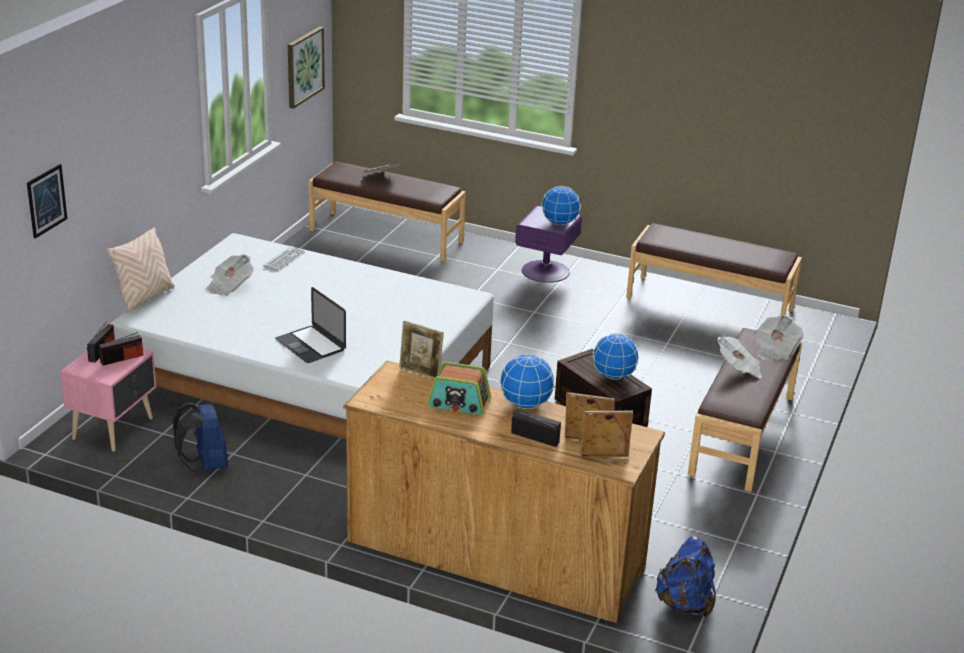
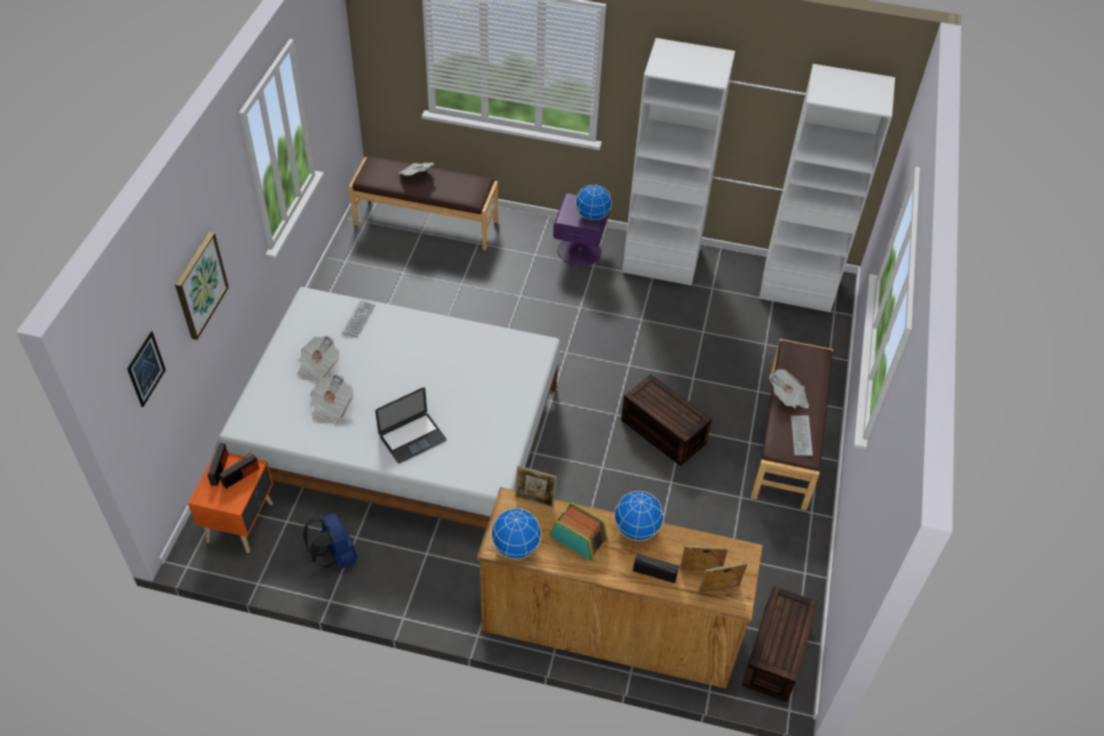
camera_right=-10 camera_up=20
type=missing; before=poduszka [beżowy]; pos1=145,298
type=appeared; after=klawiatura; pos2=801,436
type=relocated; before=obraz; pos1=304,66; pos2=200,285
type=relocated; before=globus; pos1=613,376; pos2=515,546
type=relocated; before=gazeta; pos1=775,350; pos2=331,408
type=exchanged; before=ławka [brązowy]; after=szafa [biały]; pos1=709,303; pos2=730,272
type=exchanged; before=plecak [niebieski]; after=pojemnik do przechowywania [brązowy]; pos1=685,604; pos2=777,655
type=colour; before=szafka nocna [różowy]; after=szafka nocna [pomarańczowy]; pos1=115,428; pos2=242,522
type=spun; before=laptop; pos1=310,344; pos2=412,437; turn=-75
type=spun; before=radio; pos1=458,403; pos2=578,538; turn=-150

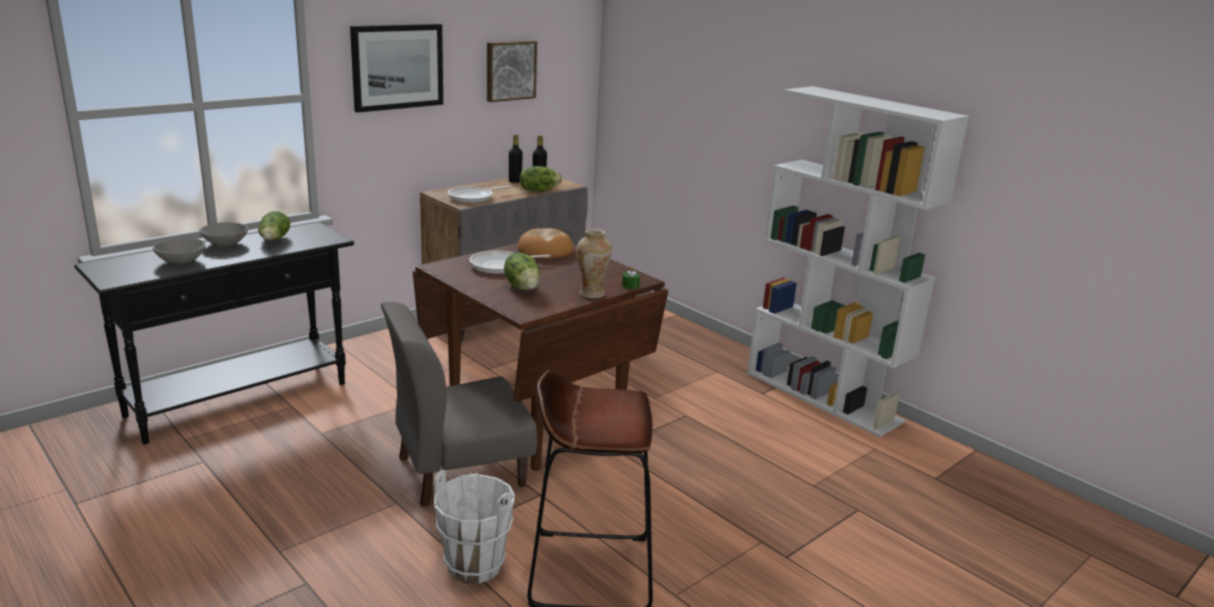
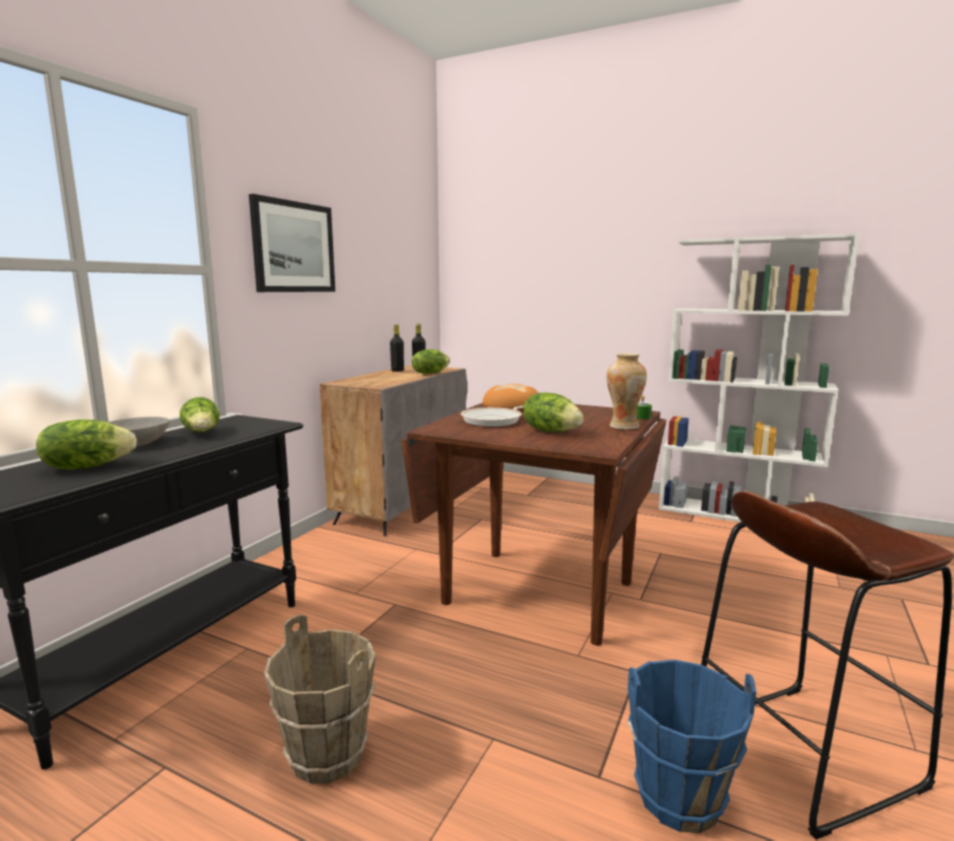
camera_right=-20 camera_up=-10
type=missing; before=krzesło [szary]; pos1=459,471
type=missing; before=patelnia; pos1=473,197
type=missing; before=obraz; pos1=510,70
type=appeared; after=wiadro [brązowy]; pos2=326,756
type=exchanged; before=miska [szary]; after=sałata; pos1=181,261; pos2=88,467
type=colour; before=wiadro [biały]; after=wiadro [niebieski]; pos1=475,565; pos2=678,797

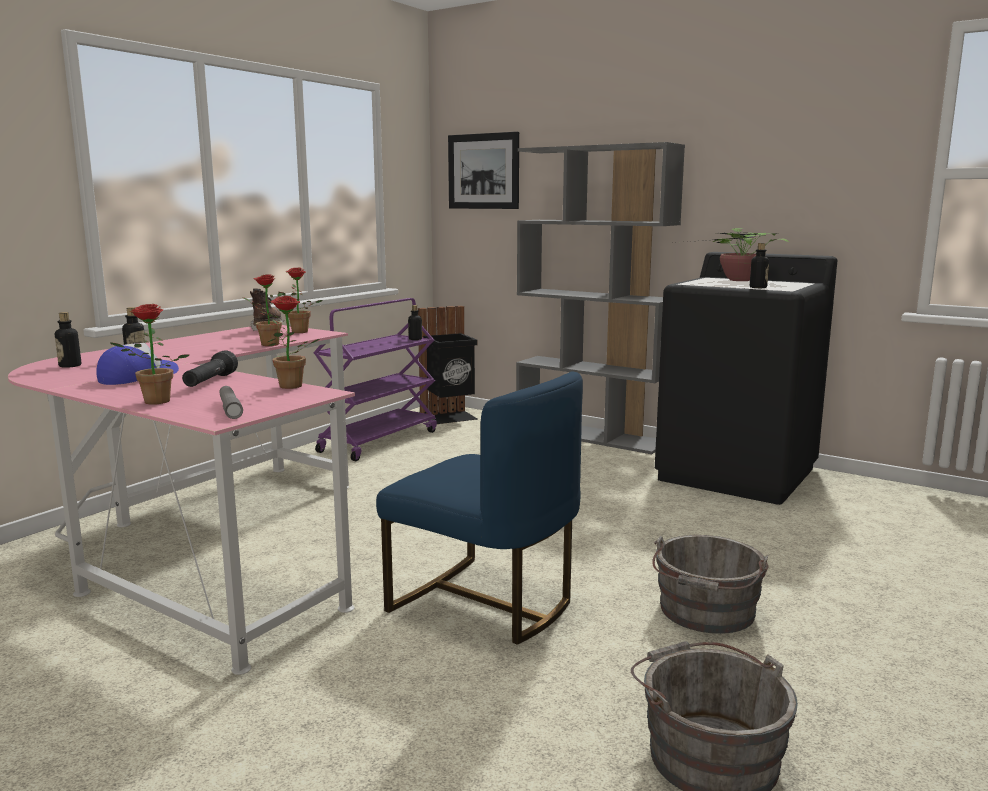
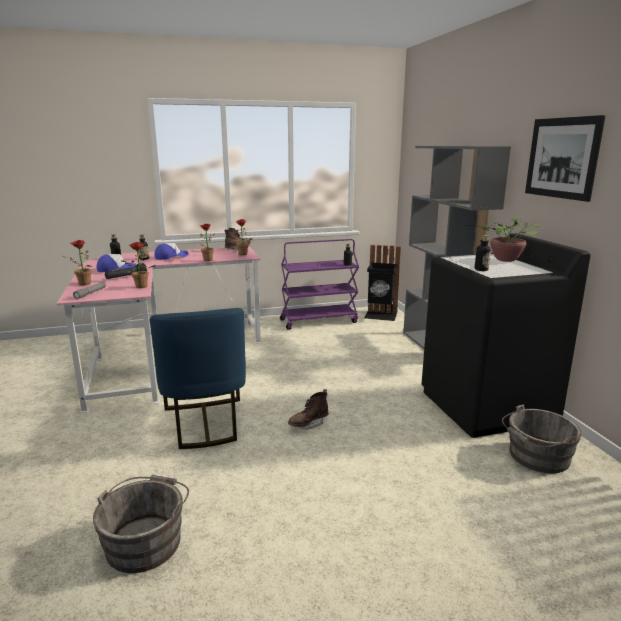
camera_right=40 camera_up=5
type=appeared; after=czapka z daszkiem; pos2=171,257
type=appeared; after=but z cholewką [brązowy]; pos2=308,424
type=relocated; before=obraz; pos1=483,171; pos2=562,158
type=relocated; before=wiadro [szary]; pos1=705,613; pos2=536,457

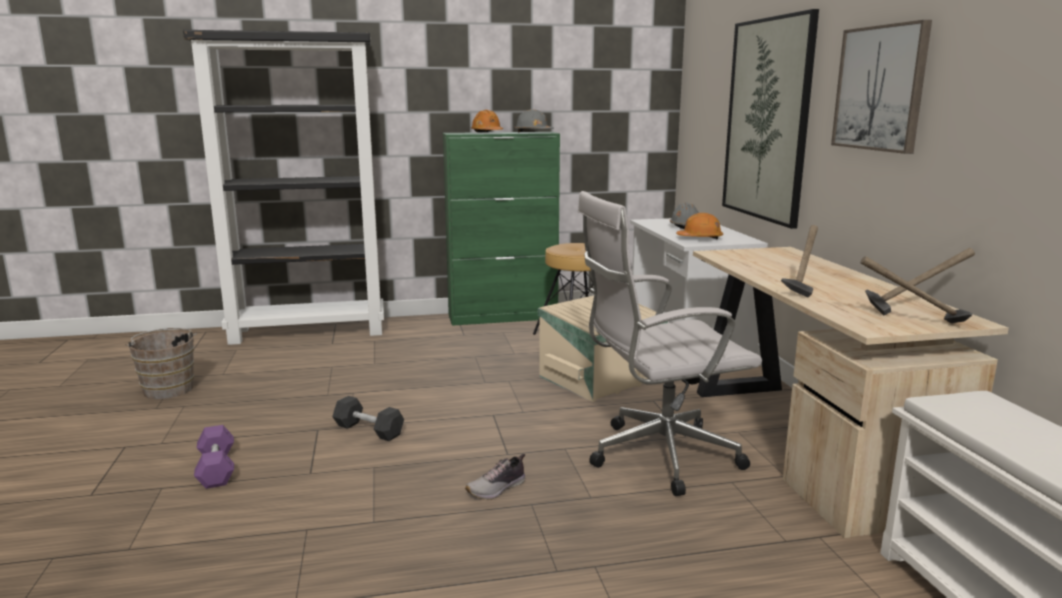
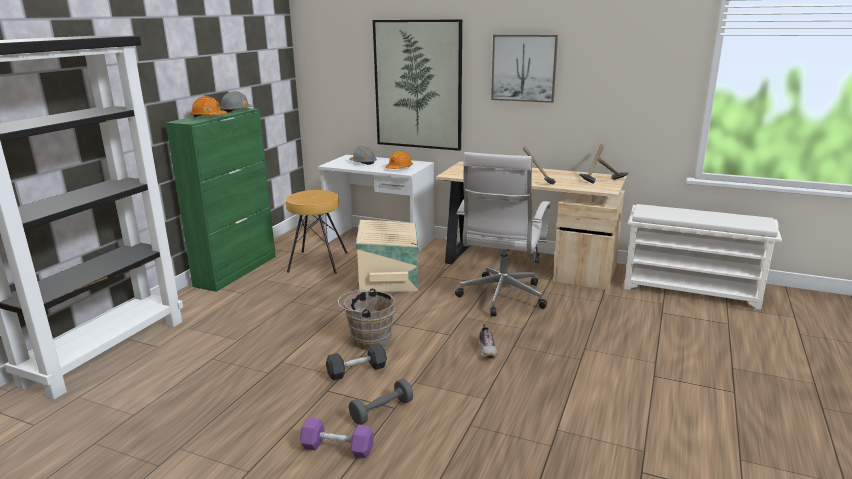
camera_right=-55 camera_up=5
type=appeared; after=hantel [szary]; pos2=382,411
type=relocated; before=wiadro [brązowy]; pos1=168,388; pos2=368,339

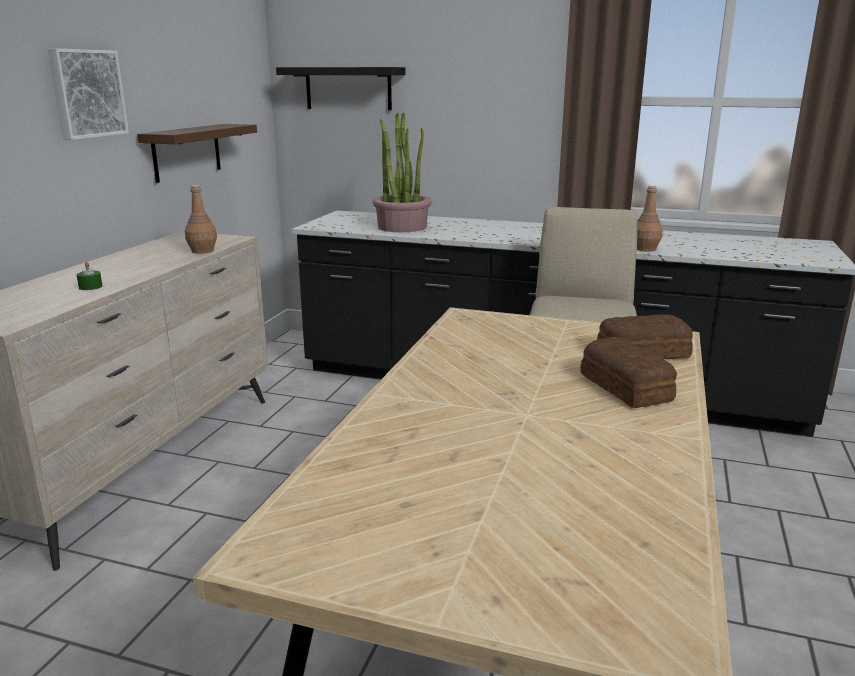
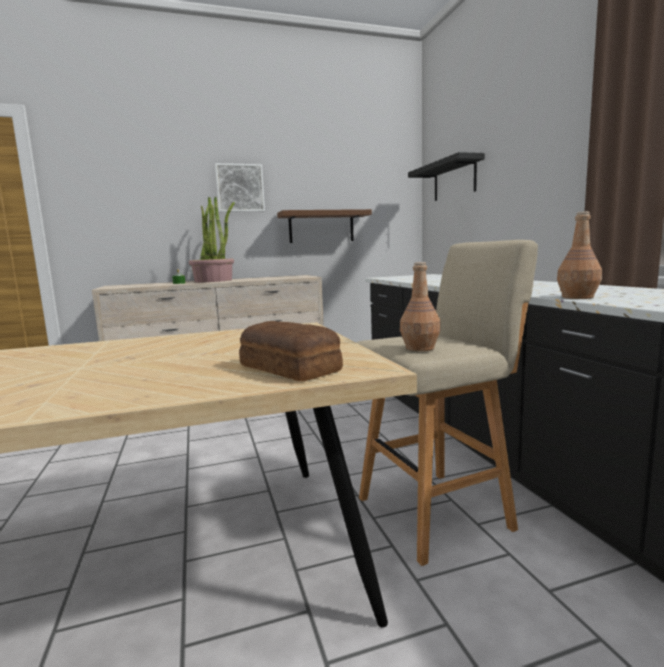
camera_right=55 camera_up=-10
type=missing; before=chleb; pos1=626,386
type=relocated; before=butelka [brązowy]; pos1=202,251; pos2=419,348
type=relocated; before=roślina doniczkowa; pos1=402,227; pos2=214,280

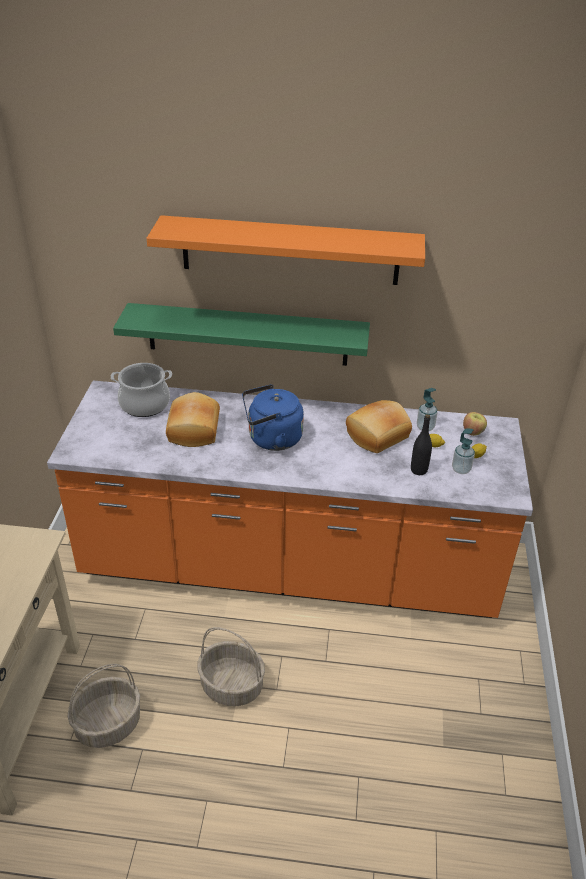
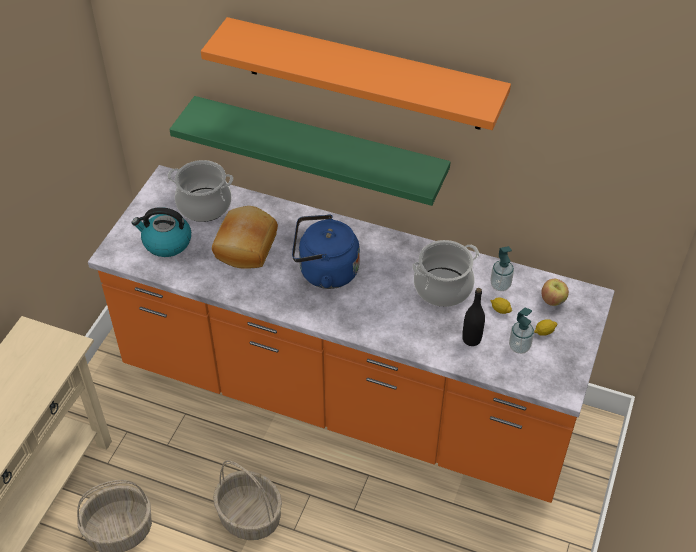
camera_right=15 camera_up=10
type=appeared; after=czajnik; pos2=166,243
type=exchanged; before=chleb; after=garnek; pos1=378,436; pos2=443,288

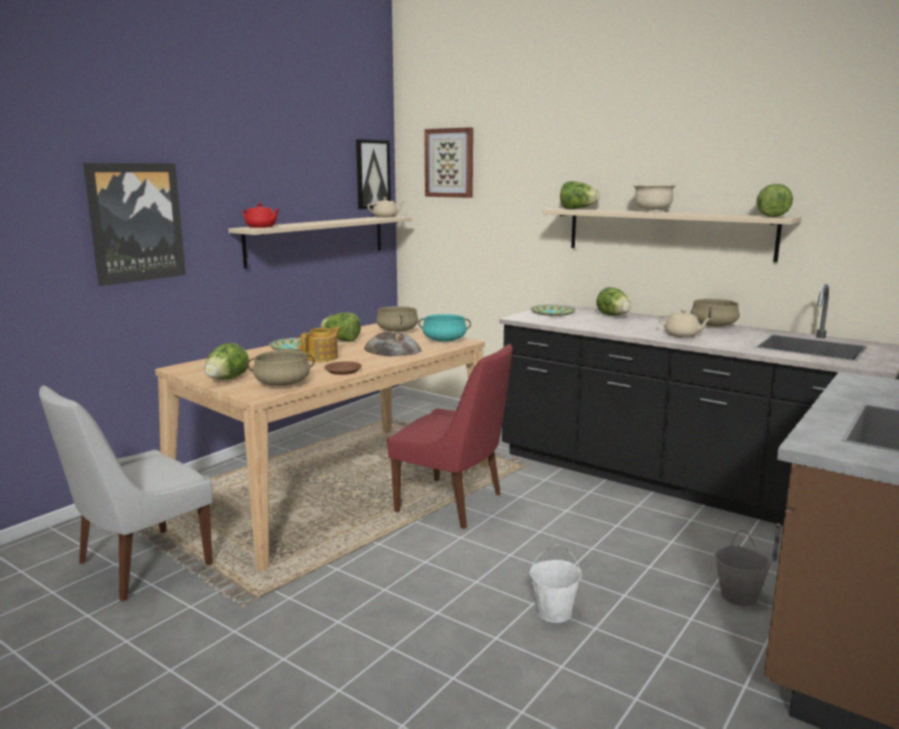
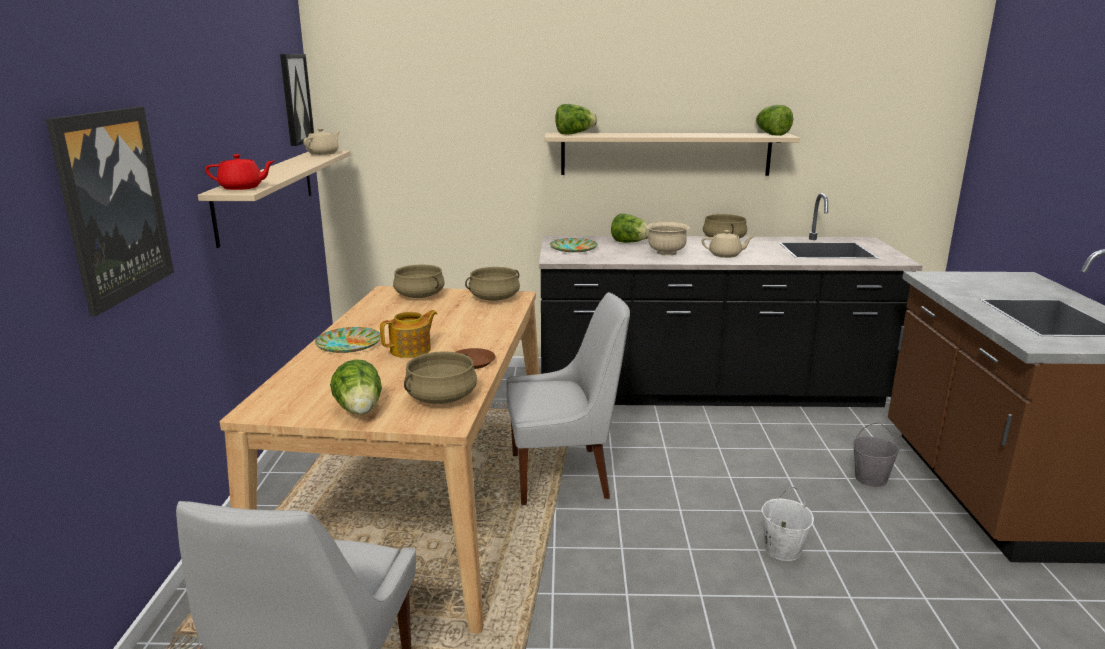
camera_right=-35 camera_up=5
type=missing; before=sałata; pos1=341,340
type=missing; before=chleb; pos1=392,349
type=missing; before=obraz; pos1=450,163
type=relocated; before=miska [beżowy]; pos1=652,212; pos2=666,253
type=colour; before=krzesło [czerwony]; after=krzesło [biały]; pos1=453,504; pos2=564,476
type=colour; before=garnek [turkusowy]; after=garnek [beżowy]; pos1=444,340; pos2=494,298
type=spun; before=imbryk; pos1=322,357; pos2=411,350; turn=45

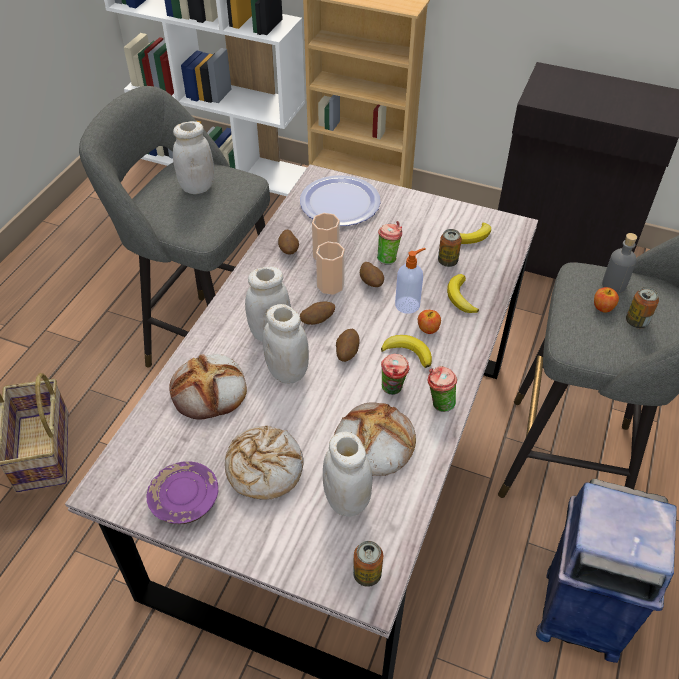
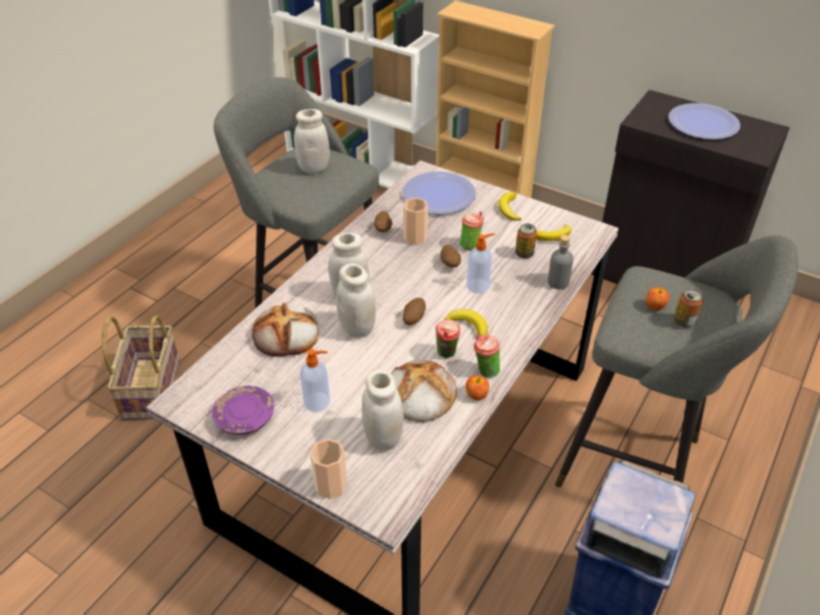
camera_right=10 camera_up=-5
type=missing; before=ziemniak; pos1=317,320
type=missing; before=puszka; pos1=367,574
type=appeared; after=talerz; pos2=703,123
type=relocated; before=filiżanka; pos1=330,285; pos2=331,485
type=relocated; before=jabłko; pos1=428,329; pos2=476,395
type=relocated; before=banan; pos1=460,297; pos2=509,209
type=relocated; before=butelka [szary]; pos1=613,285; pos2=558,282
type=exchanged; before=chleb; after=dozownik mydła; pos1=264,468; pos2=318,402

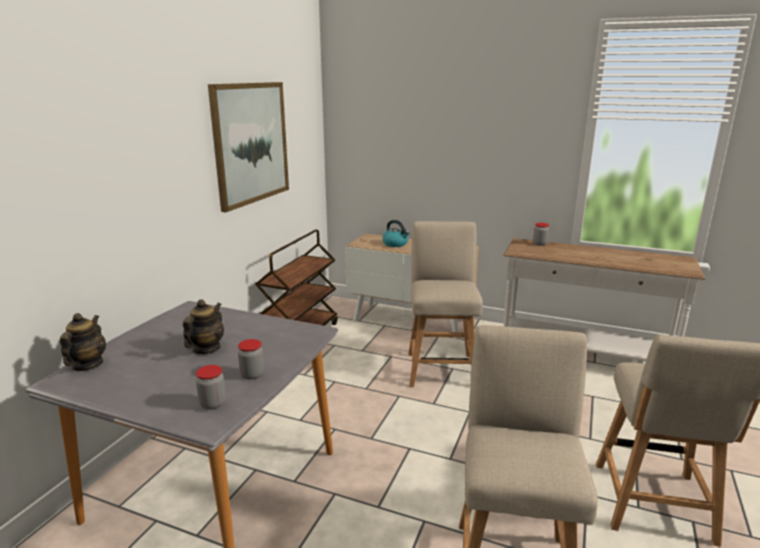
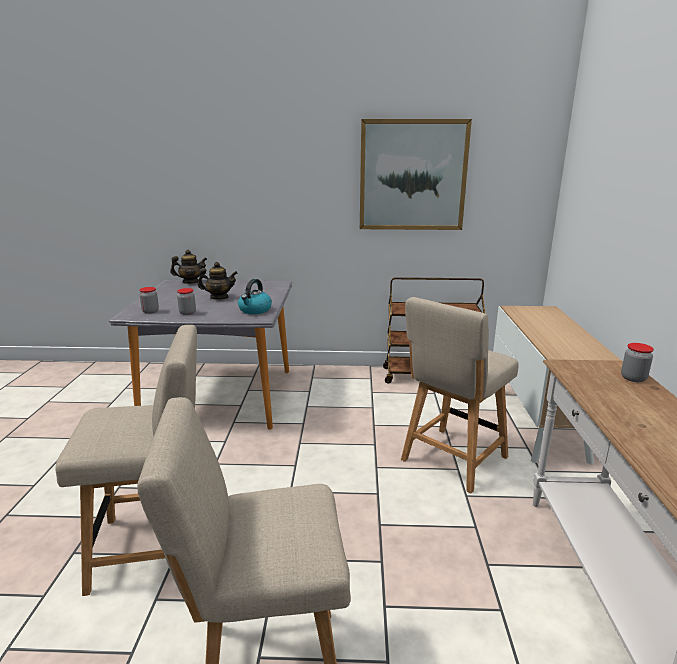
camera_right=70 camera_up=0
type=relocated; before=czajnik; pos1=395,244; pos2=255,310
type=spun; before=krzesło [beżowy]; pos1=441,367; pos2=451,461; turn=150

